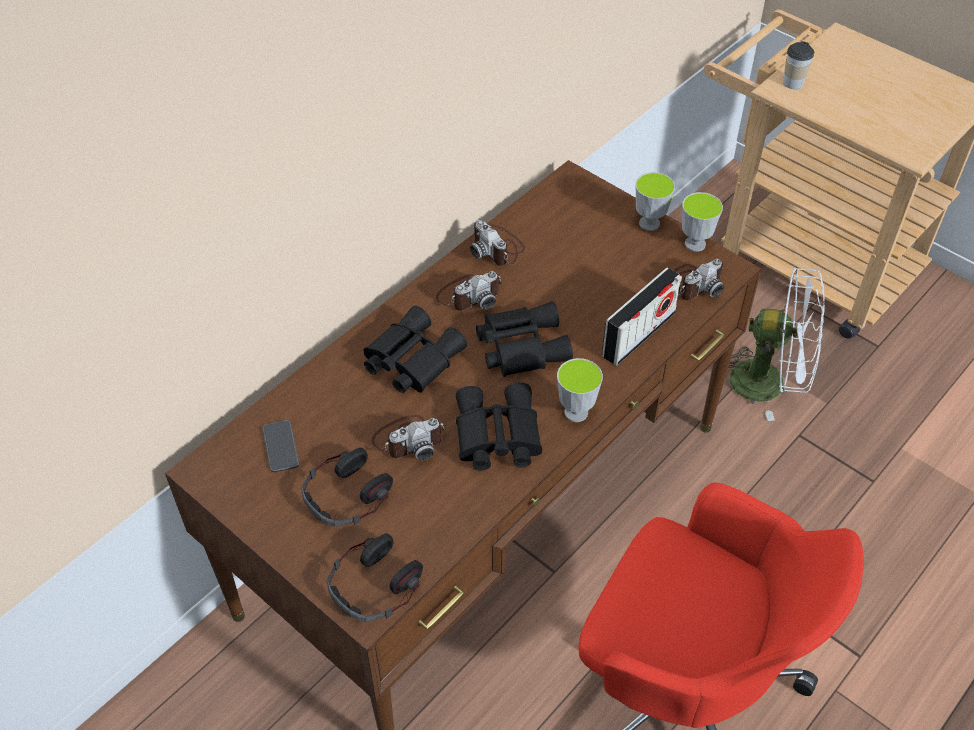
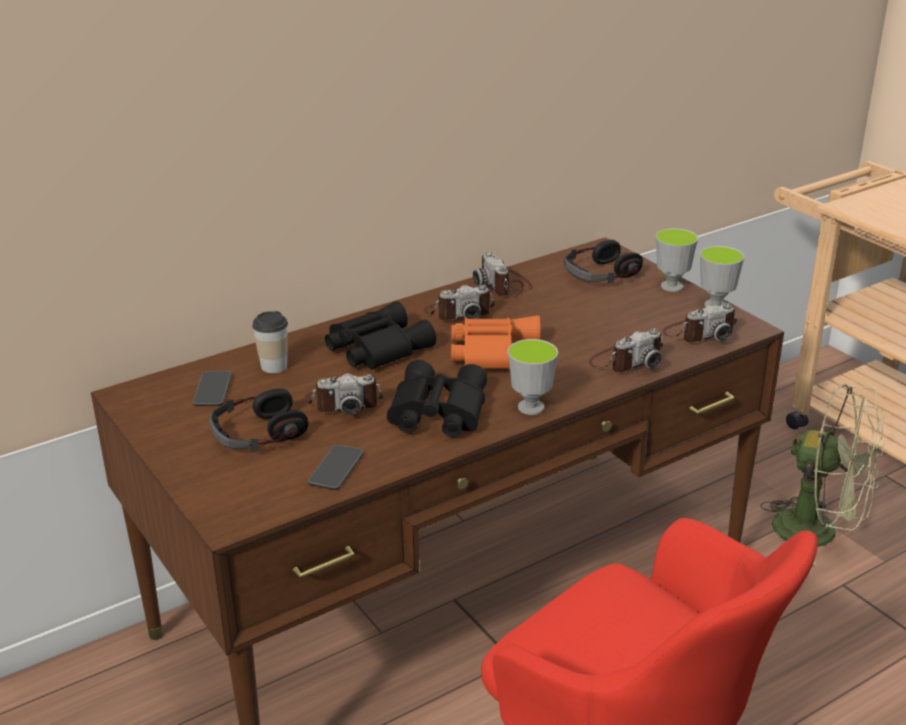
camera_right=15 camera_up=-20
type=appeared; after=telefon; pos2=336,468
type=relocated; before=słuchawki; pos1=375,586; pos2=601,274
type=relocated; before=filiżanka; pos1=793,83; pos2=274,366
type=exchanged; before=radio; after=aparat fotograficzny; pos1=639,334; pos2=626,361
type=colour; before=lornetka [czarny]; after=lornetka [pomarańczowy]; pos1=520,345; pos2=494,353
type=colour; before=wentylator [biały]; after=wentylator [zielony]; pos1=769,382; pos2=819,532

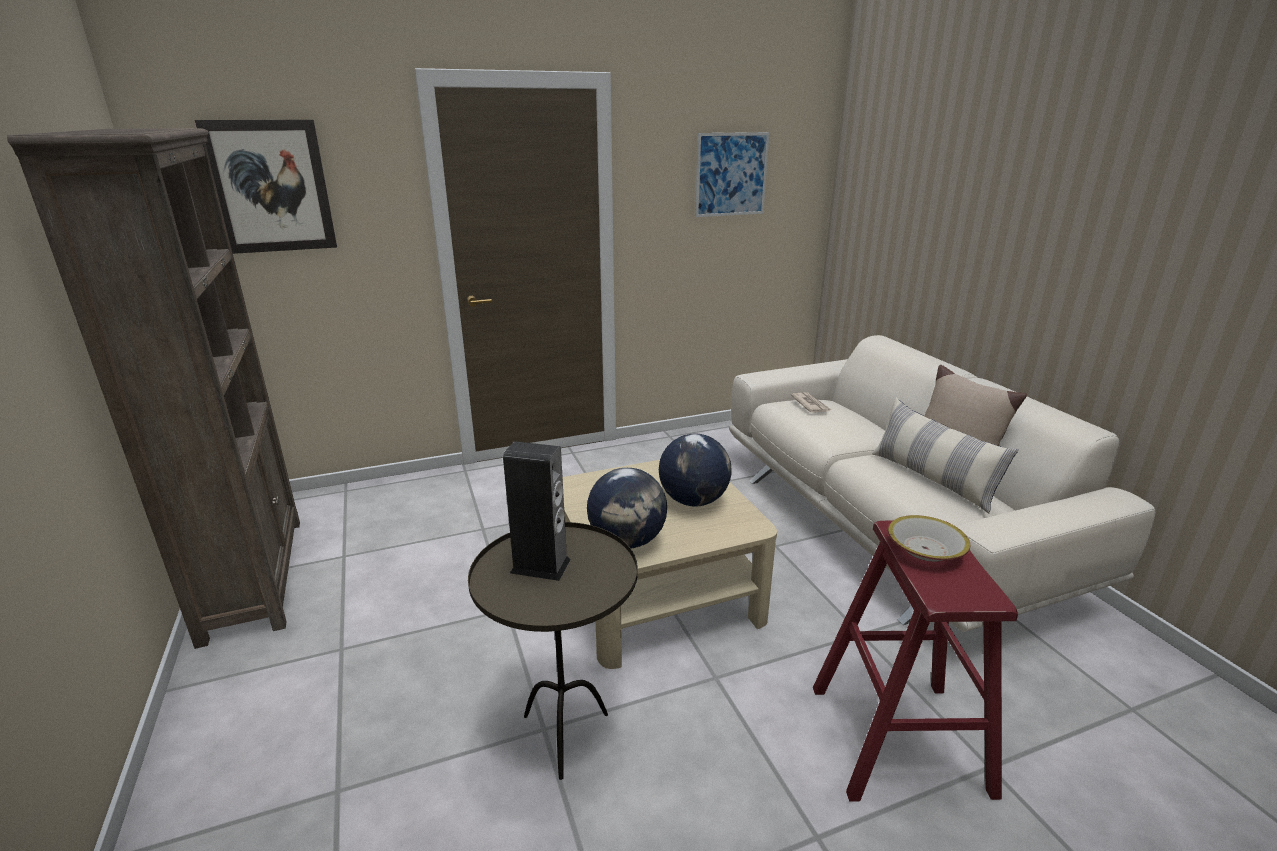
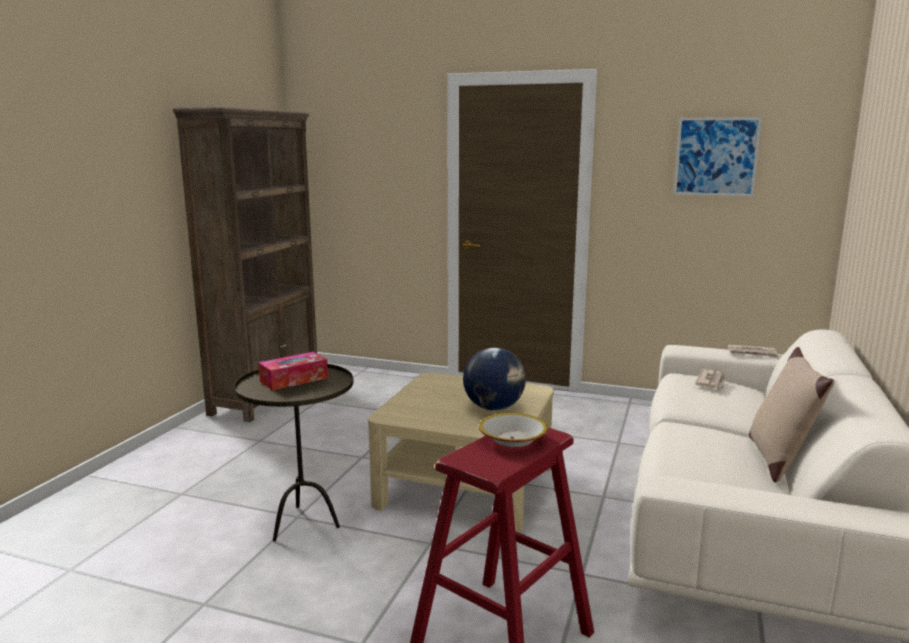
camera_right=40 camera_up=-10
type=missing; before=obraz; pos1=270,187
type=missing; before=globus; pos1=627,541
type=missing; before=poduszka; pos1=932,479
type=appeared; after=gazeta; pos2=752,353
type=exchanged; before=głośnik; after=pudełko chusteczek; pos1=540,566; pos2=294,380

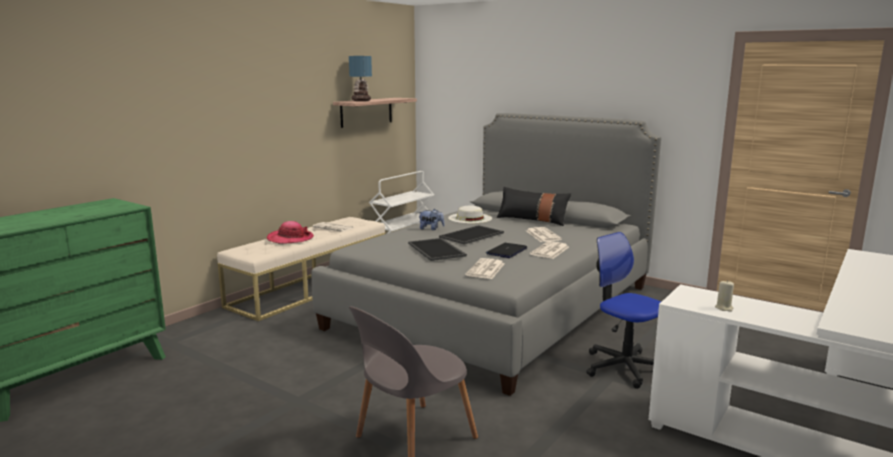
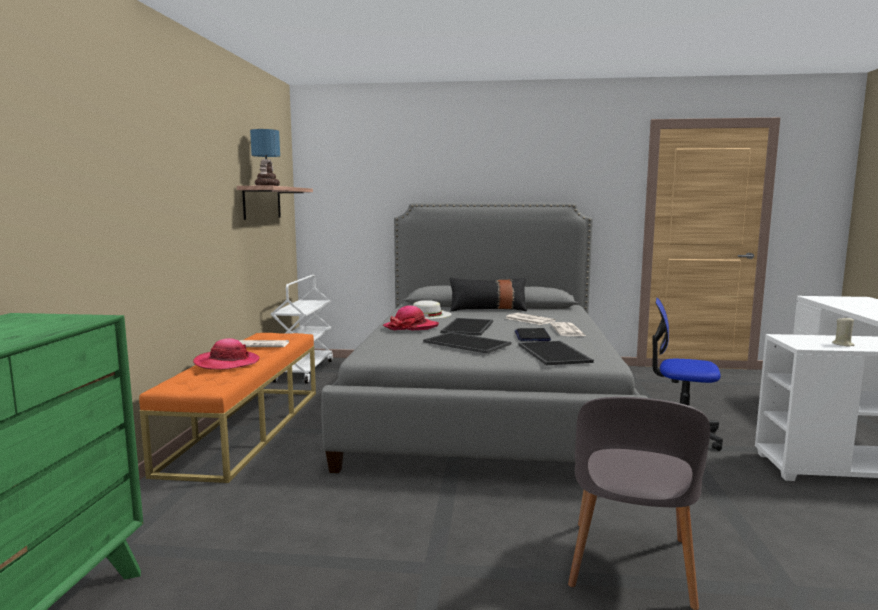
camera_right=-30 camera_up=-5
type=exchanged; before=pluszak; after=kapelusz; pos1=431,229; pos2=411,327
type=exchanged; before=gazeta; after=taca; pos1=485,270; pos2=555,353
type=colour; before=ławka [beżowy]; after=ławka [pomarańczowy]; pos1=310,288; pos2=246,428

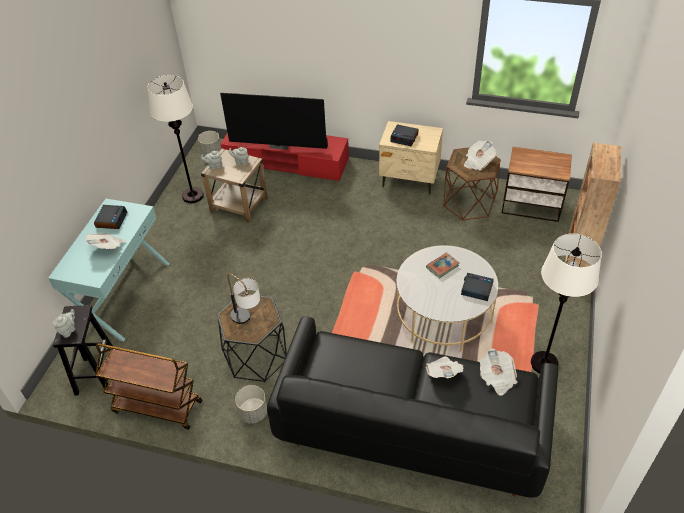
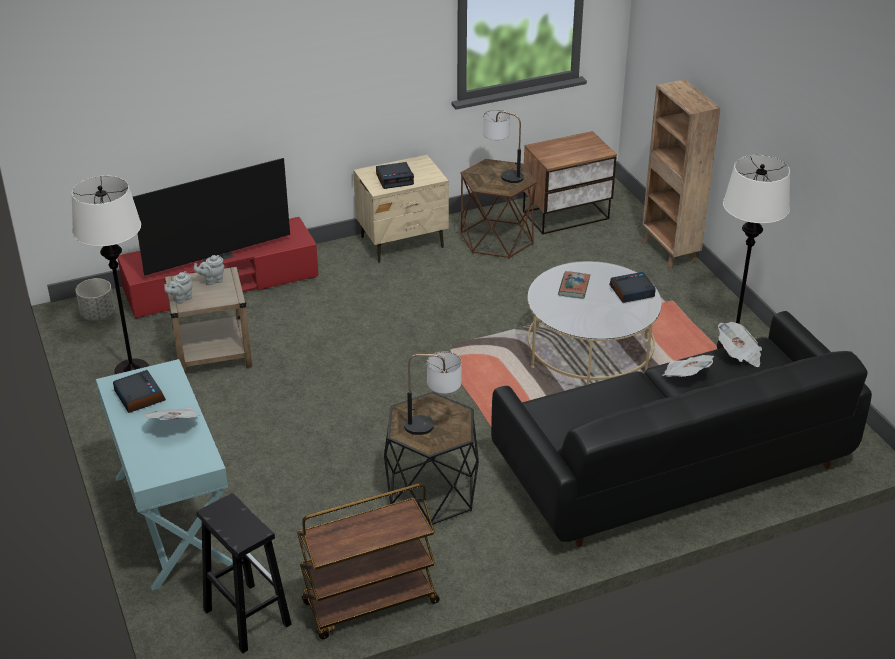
camera_right=-40 camera_up=-10
type=missing; before=imbryk [szary]; pos1=68,330
type=missing; before=donica [szary]; pos1=253,412
type=exchanged; before=gazeta; after=lampa stołowa; pos1=478,162; pos2=502,174

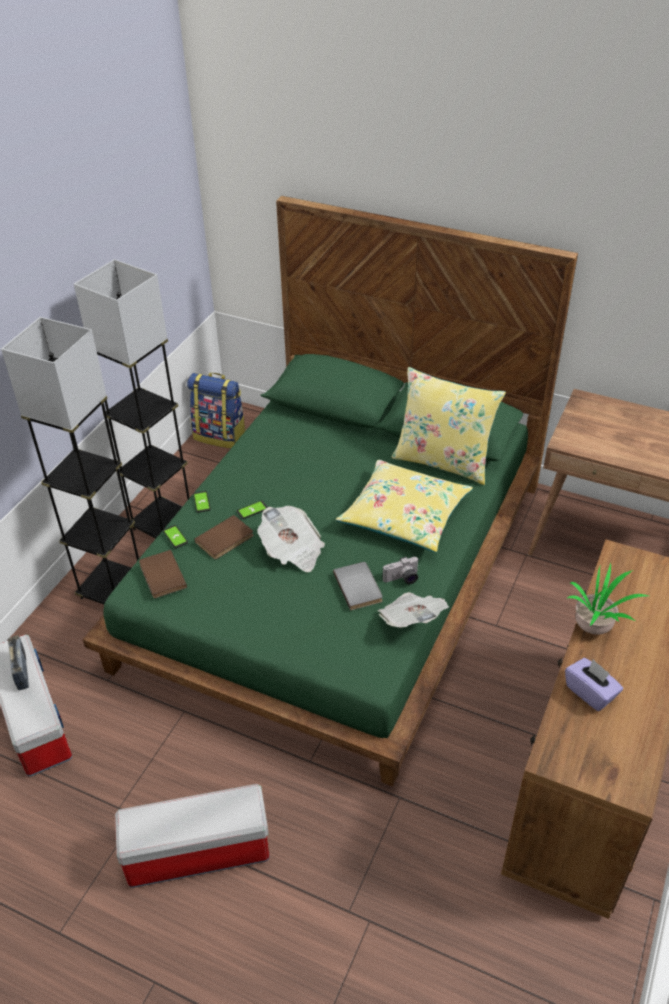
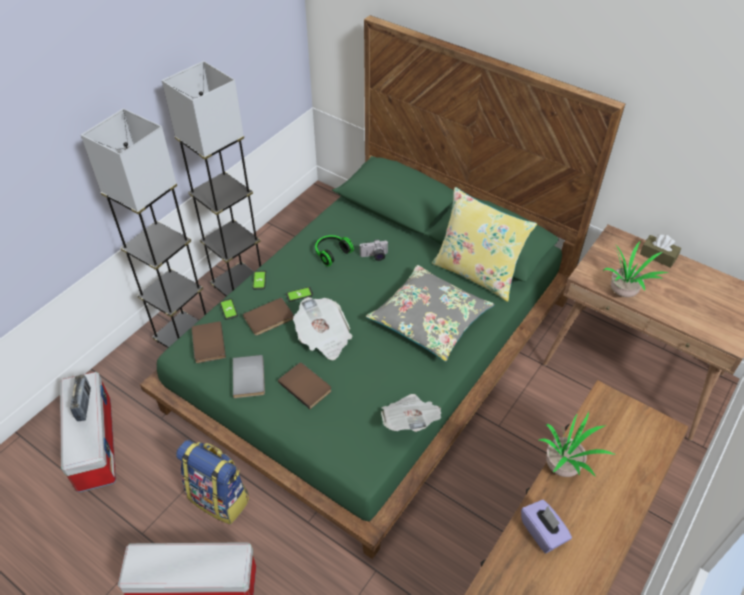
camera_right=10 camera_up=5
type=appeared; after=książka [brązowy]; pos2=306,385
type=appeared; after=słuchawki; pos2=331,253
type=appeared; after=roślina doniczkowa; pos2=624,291
type=appeared; after=pudełko chusteczek [brązowy]; pos2=658,256
type=relocated; before=plecak; pos1=220,436; pos2=220,498
type=relocated; before=książka [szary]; pos1=359,587; pos2=250,377
type=relocated; before=aparat fotograficzny; pos1=402,579; pos2=374,256
type=colour; before=poduszka [żółty]; after=poduszka [szary]; pos1=404,515; pos2=429,320

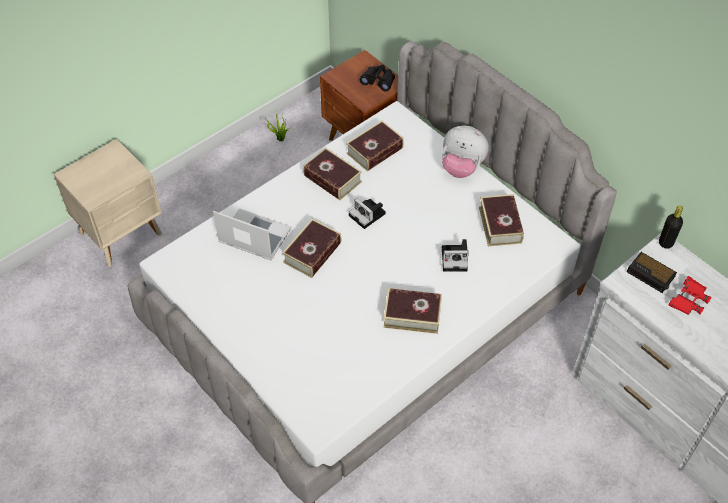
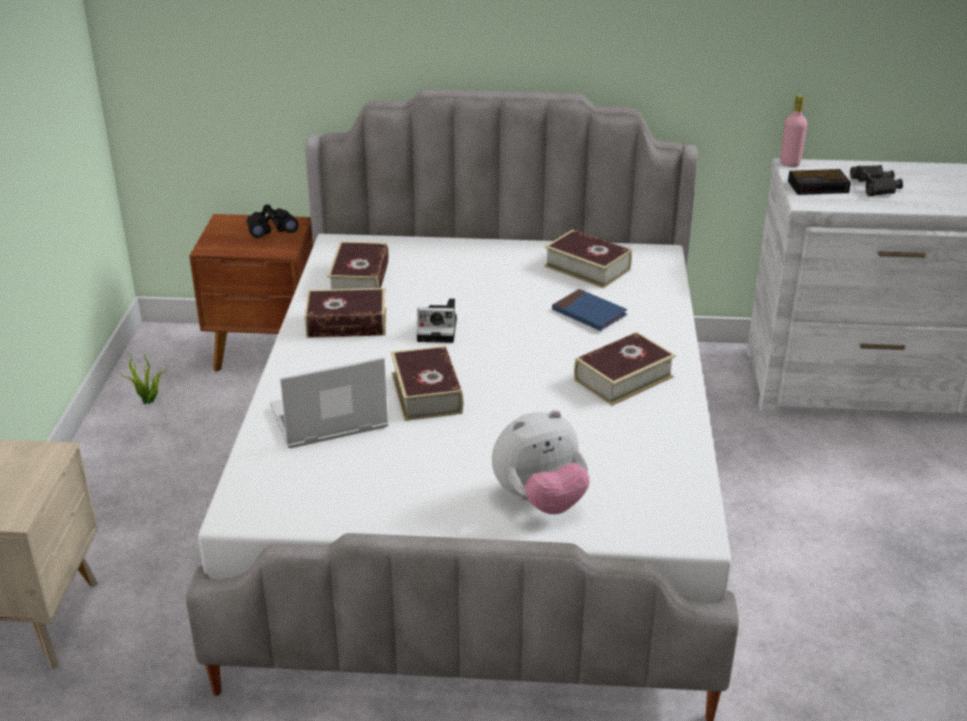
camera_right=-45 camera_up=-20
type=relocated; before=pluszak; pos1=461,167; pos2=540,500
type=exchanged; before=aparat fotograficzny; after=książka [niebieski]; pos1=455,259; pos2=589,313
type=colour; before=butelka [czarny]; after=butelka [różowy]; pos1=666,242; pos2=789,163
type=colour; before=lornetka [czerwony]; after=lornetka [czarny]; pos1=689,299; pos2=875,186

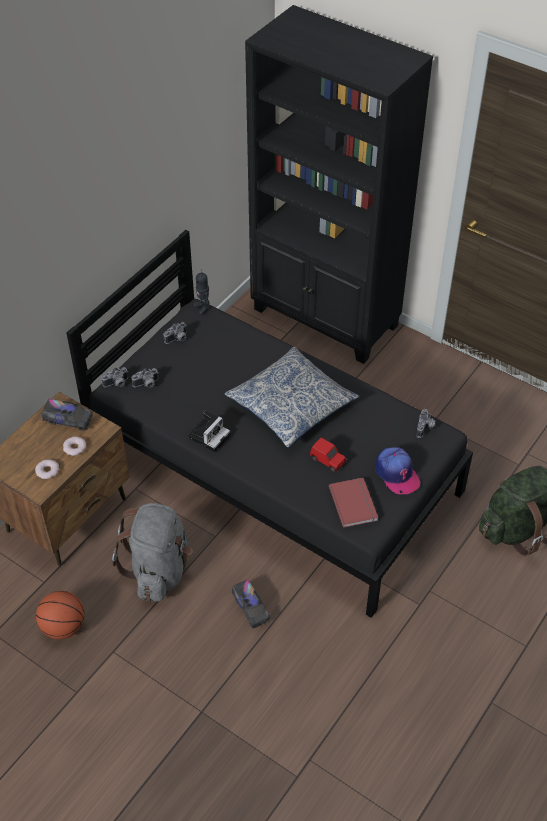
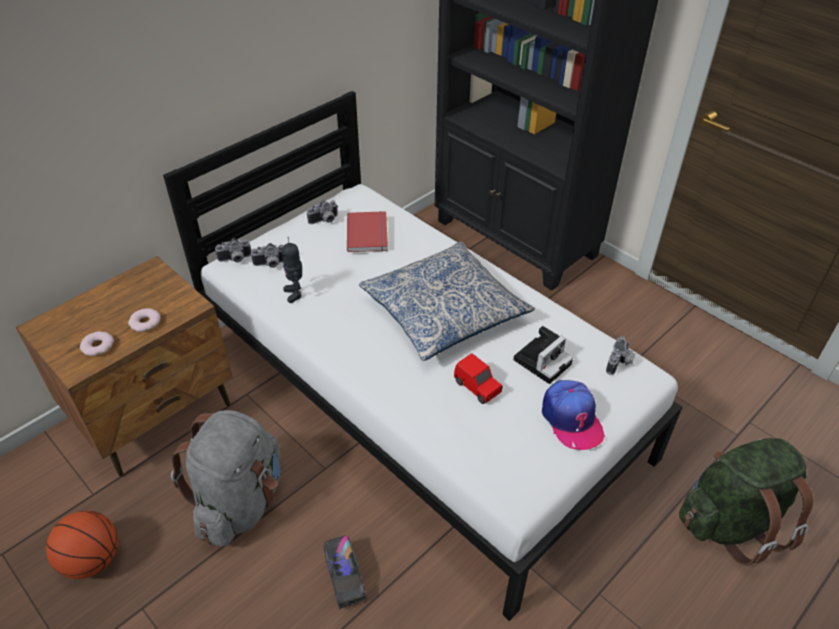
camera_right=10 camera_up=-5
type=missing; before=ciężarówka zabawkowa; pos1=68,420
type=relocated; before=aparat fotograficzny; pos1=209,435; pos2=543,360
type=relocated; before=robot zabawkowy; pos1=202,307; pos2=295,293
type=relocated; before=książka [czerwony]; pos1=354,503; pos2=369,233
type=colour; before=łóżko [czarny]; after=łóżko [biały]; pos1=274,469; pos2=420,395

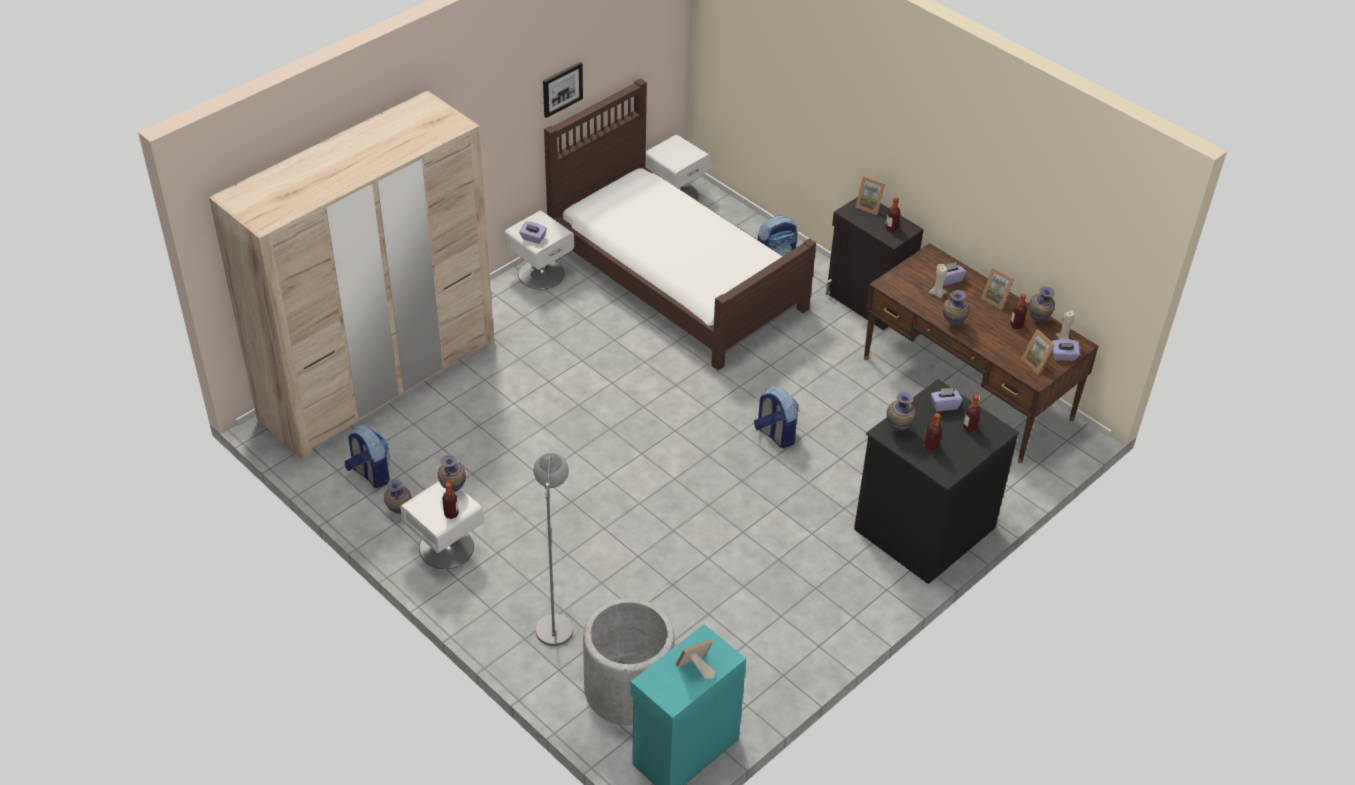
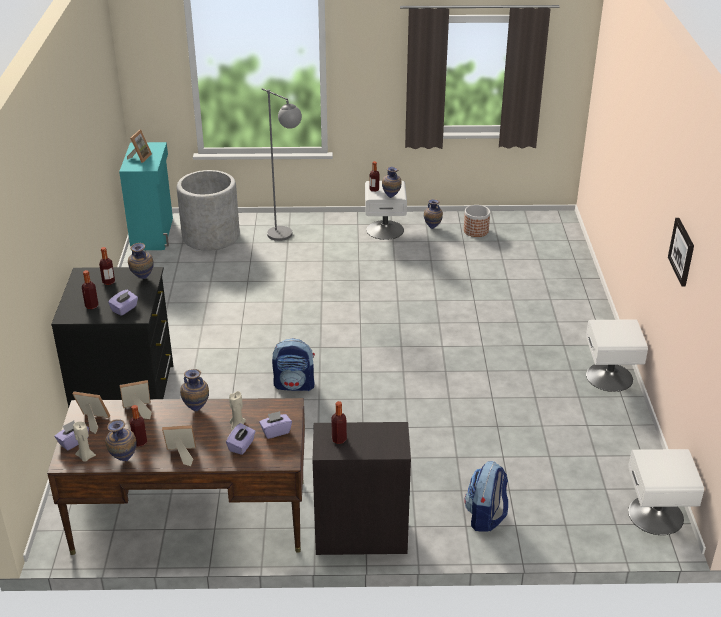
camera_right=135 camera_up=-10
type=missing; before=szafa [beżowy]; pos1=379,380
type=missing; before=łóżko [brązowy]; pos1=675,278
type=relocated; before=pudełko chusteczek [fioletowy]; pos1=533,238; pos2=275,431
type=relocated; before=ramka na zdjęcie; pos1=869,206; pos2=138,411
type=exchanged; before=plecak; after=donica; pos1=370,474; pos2=476,231

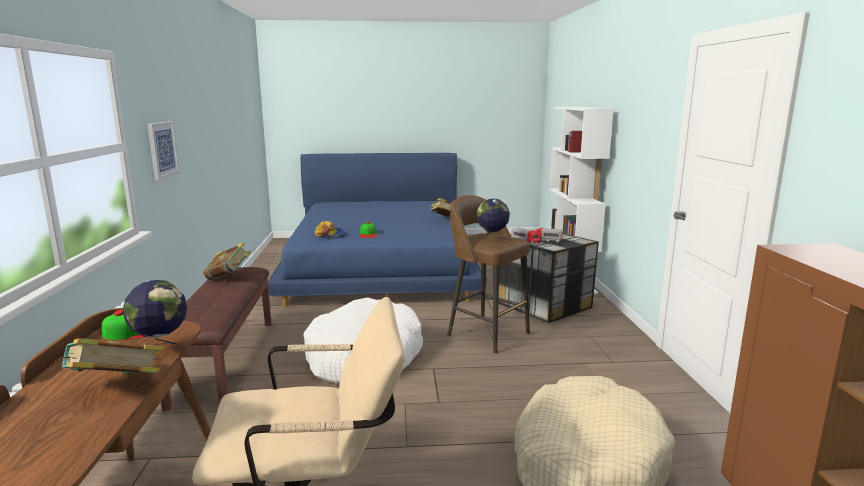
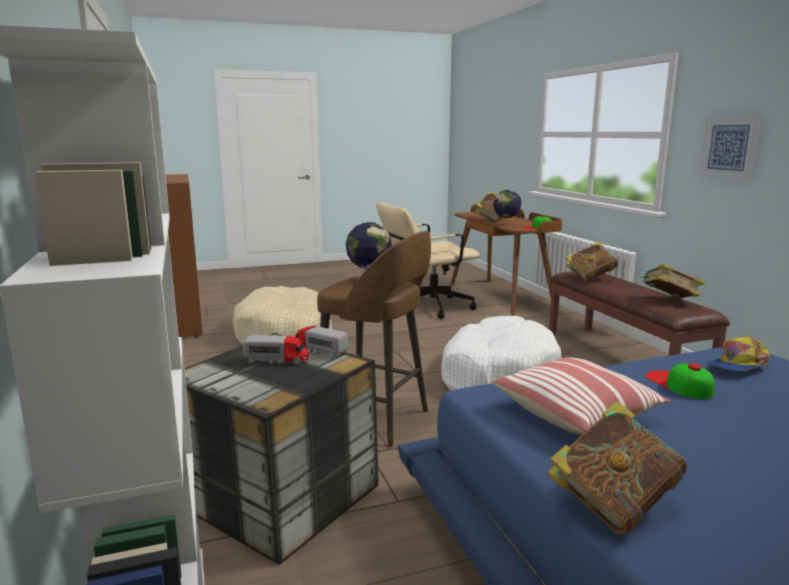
camera_right=165 camera_up=0
type=appeared; after=poduszka; pos2=577,413
type=appeared; after=książka; pos2=590,278

